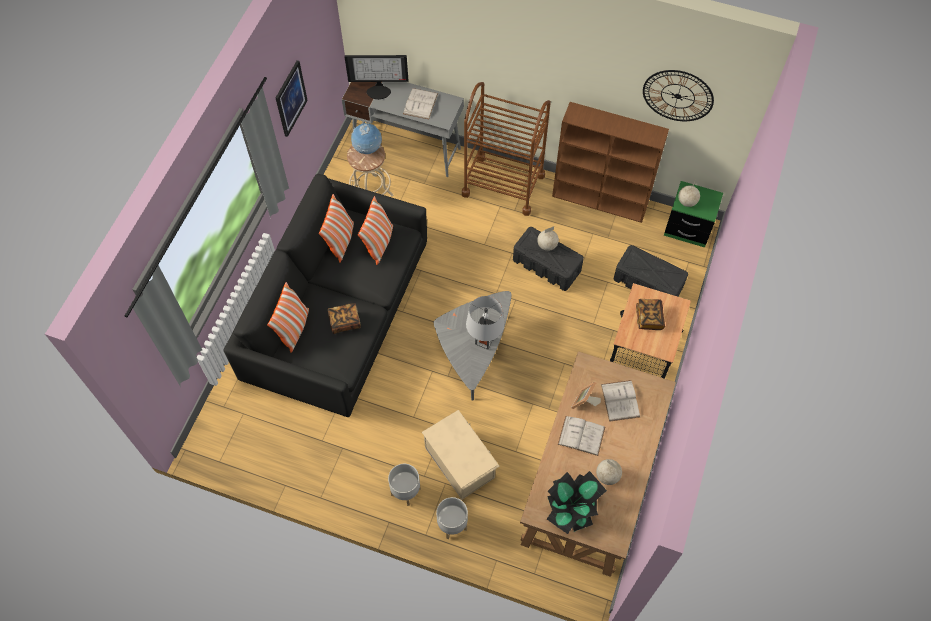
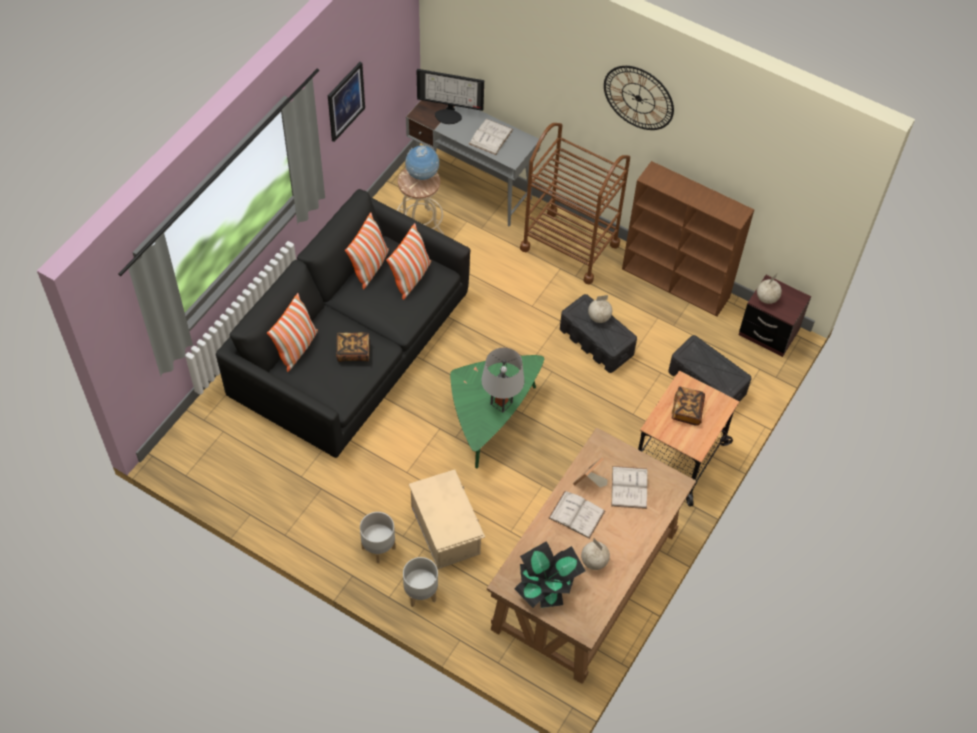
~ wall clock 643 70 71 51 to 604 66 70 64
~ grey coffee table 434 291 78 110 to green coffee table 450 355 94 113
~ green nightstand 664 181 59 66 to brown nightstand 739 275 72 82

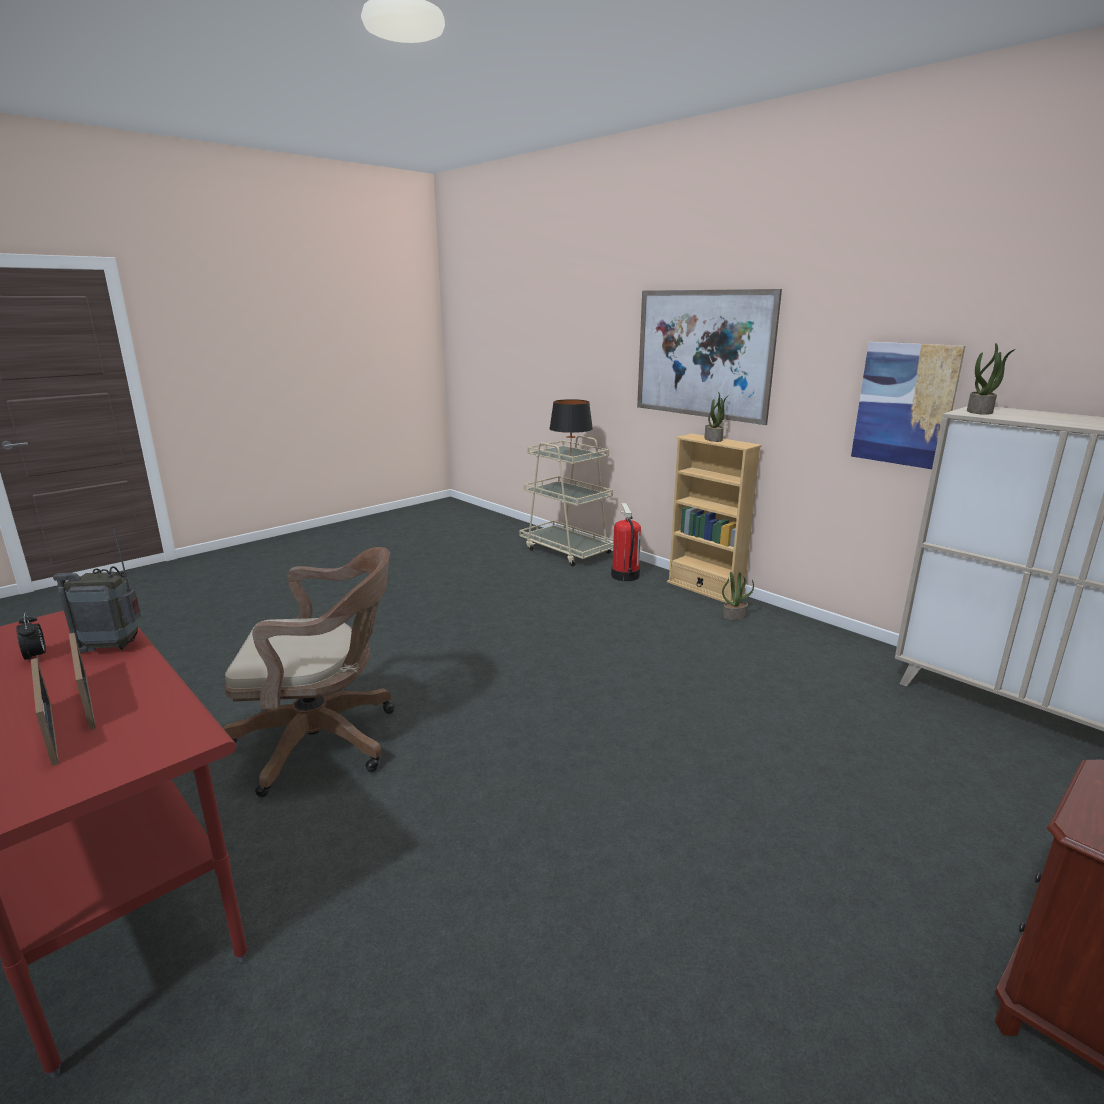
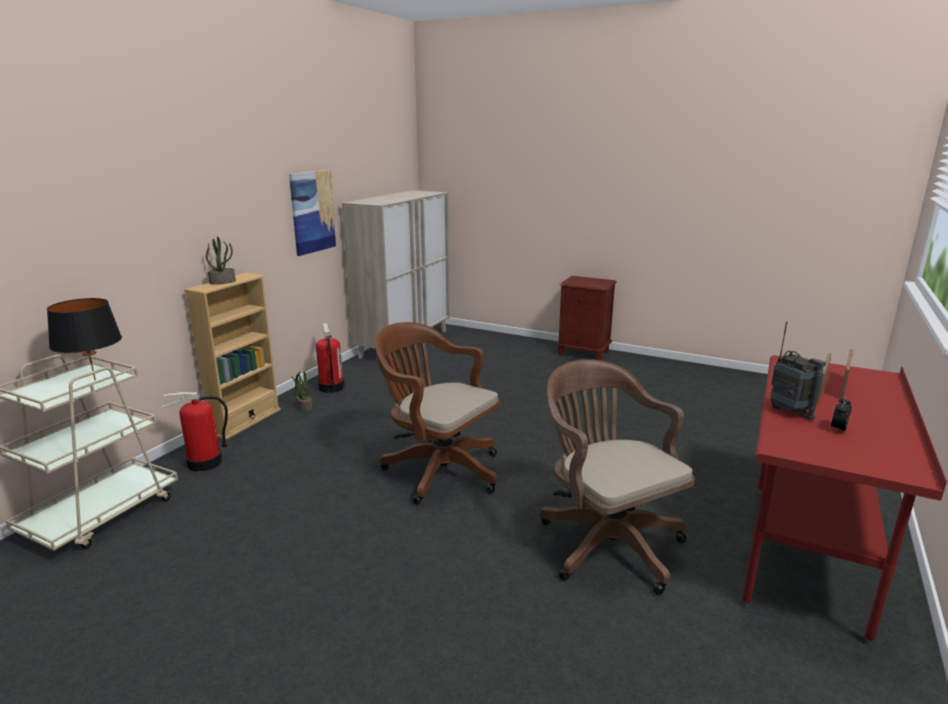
- picture 637 289 145 136
- potted plant 967 343 48 72
+ fire extinguisher 316 323 29 70
+ brown office chair 375 322 125 182

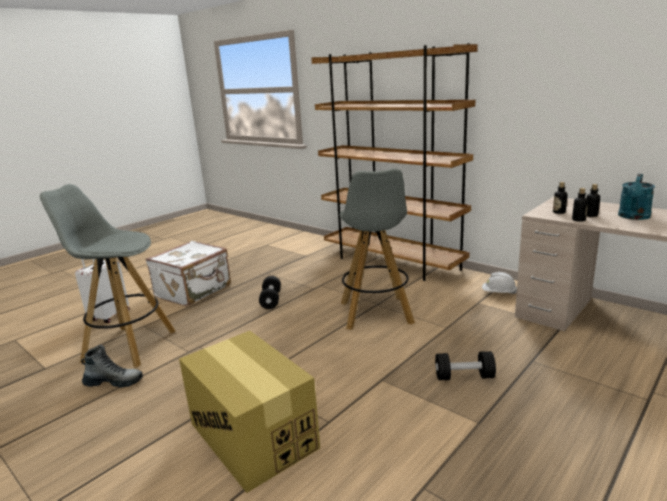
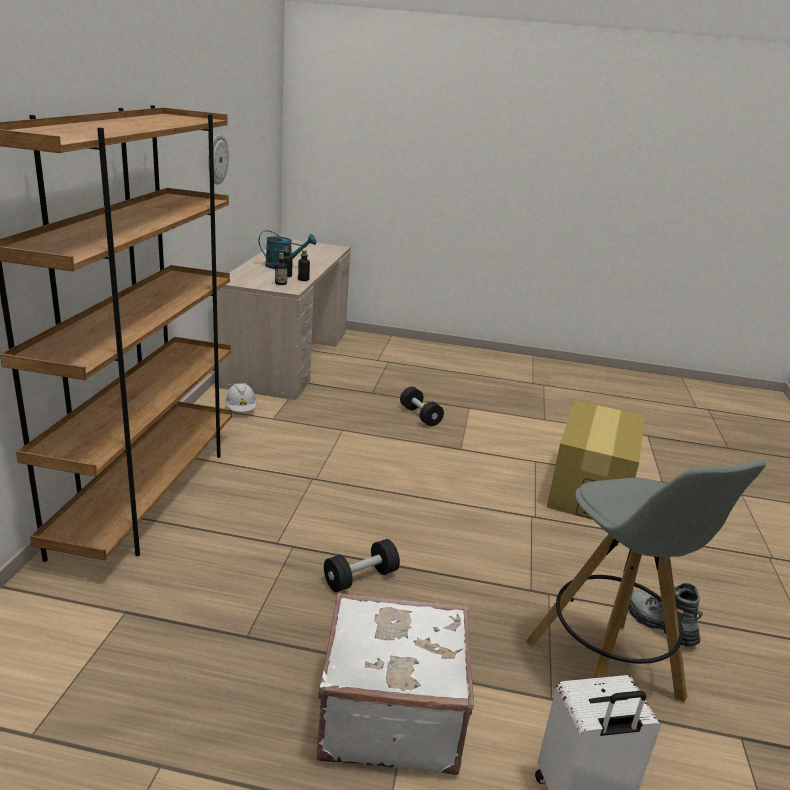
- grey stool 339 169 76 161
+ wall clock 208 134 21 51

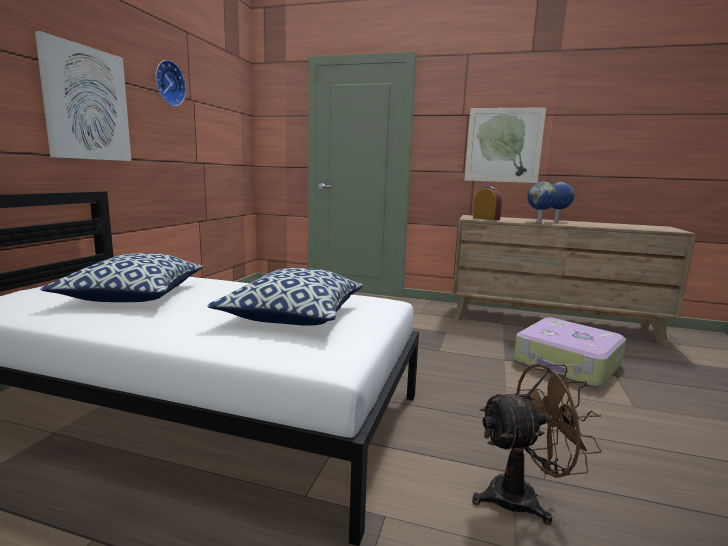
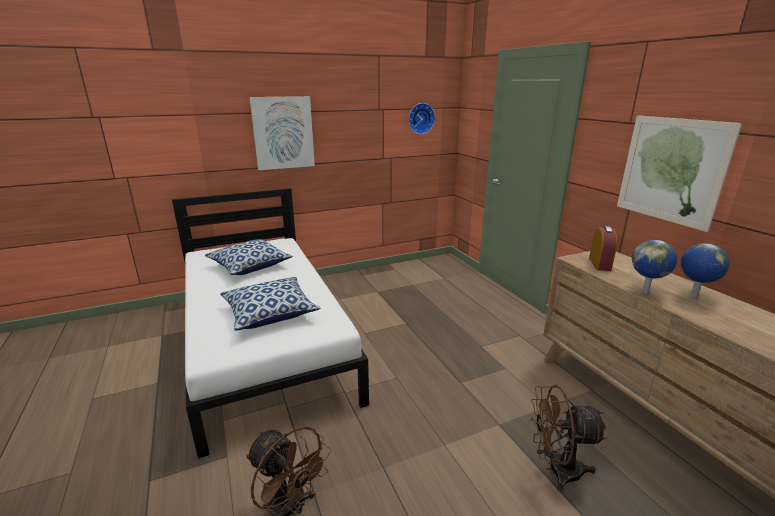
~ wall clock 155 60 31 47 to 409 103 26 32
~ suitcase 514 317 112 70 to brown fan 530 385 77 107

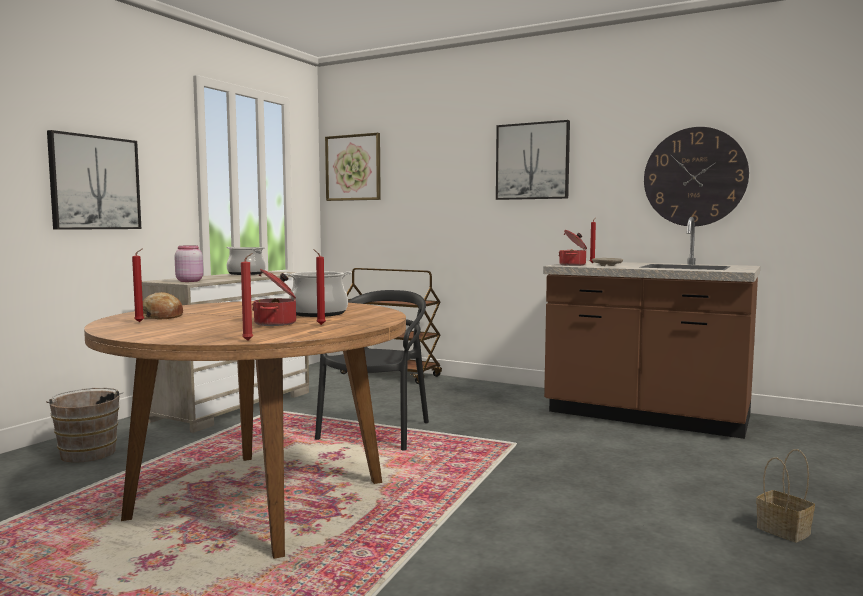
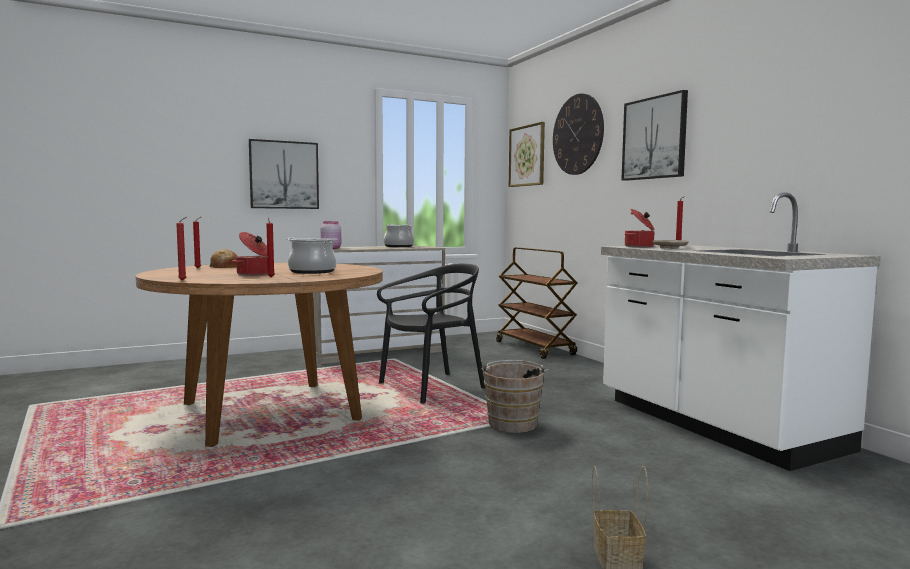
~ brown bucket 46 388 78 75 to 481 360 67 73
~ wall clock 644 127 105 99 to 553 93 51 82
~ brown counter 543 217 217 222 to white counter 601 193 280 278

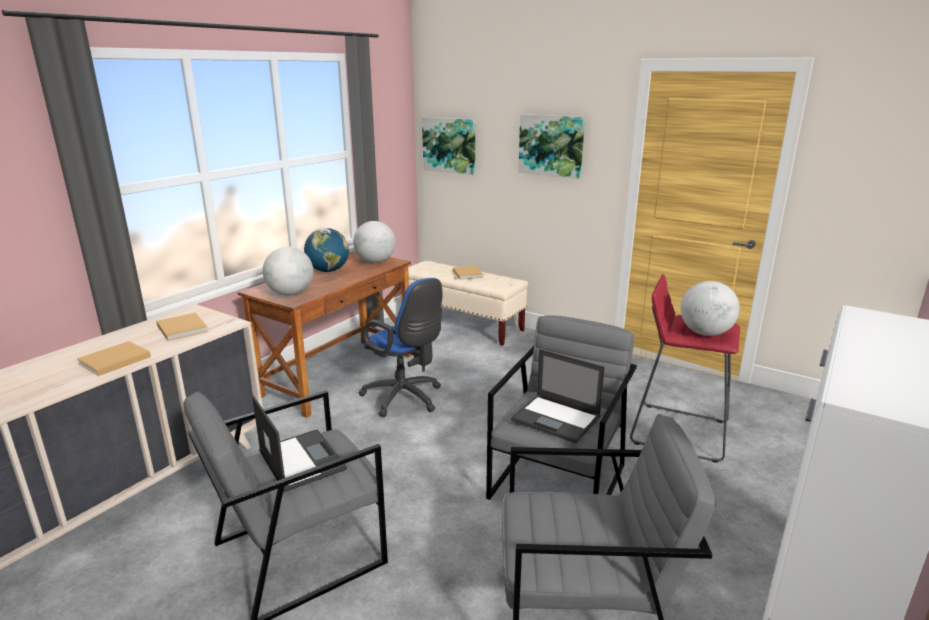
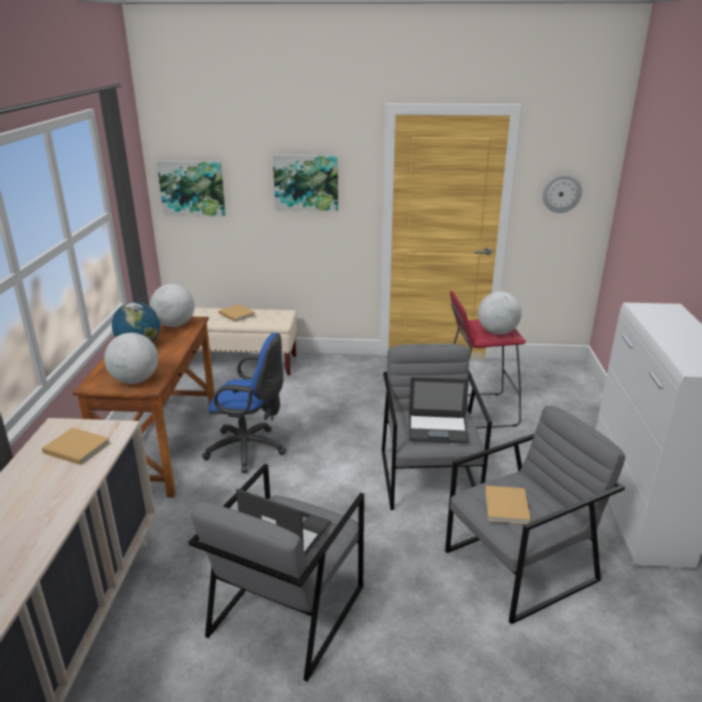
+ wall clock 543 175 39 38
~ beige book 77 341 74 35 to 485 486 46 38

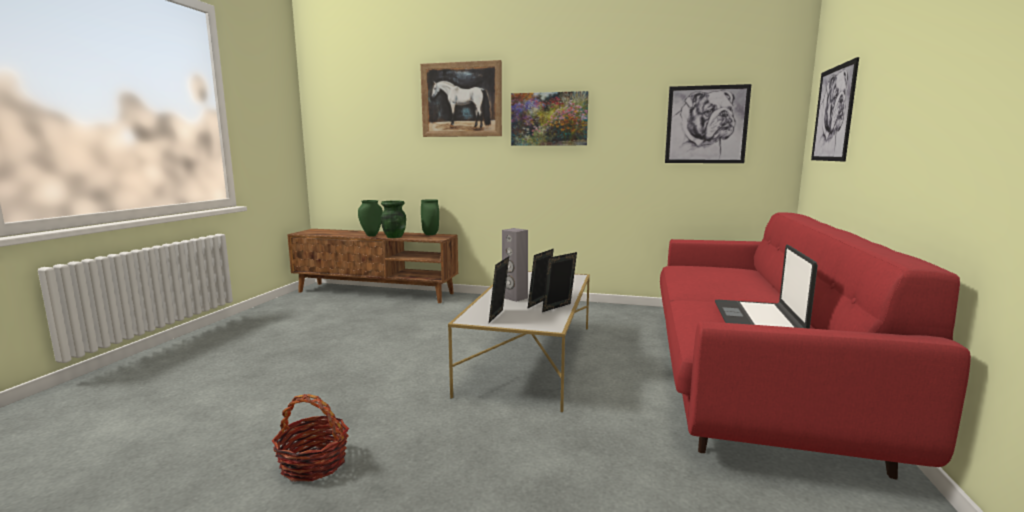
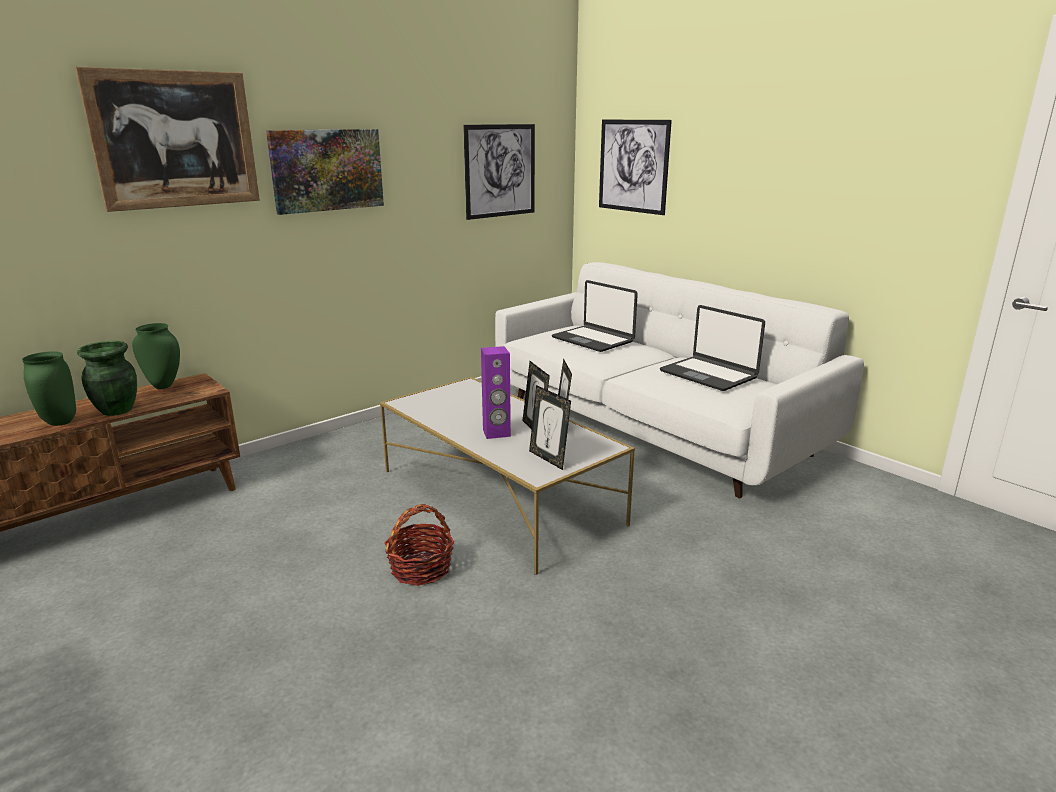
+ laptop 552 280 86 72
~ basket 272 394 77 88 to 384 504 70 82
~ grey speaker 502 228 26 74 to purple speaker 481 346 30 93
~ red sofa 660 212 311 267 to white sofa 495 262 369 236

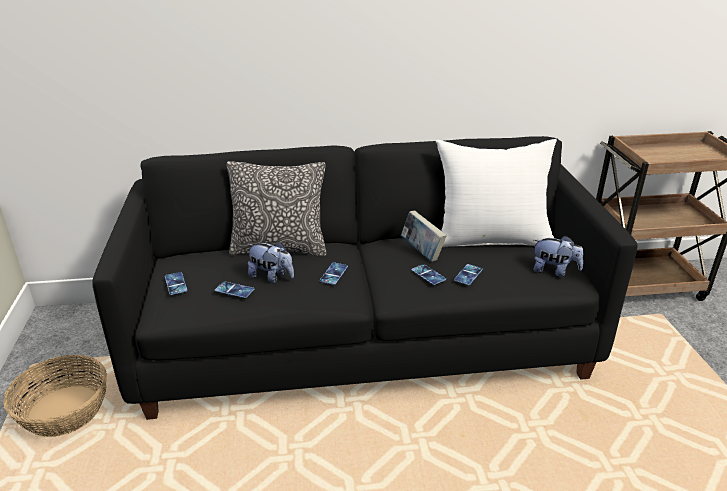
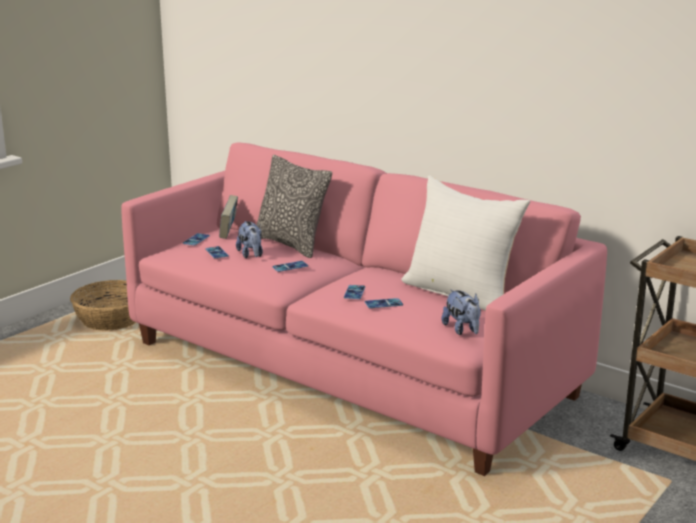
~ book 401 211 46 51 to 219 195 19 44
~ black sofa 93 136 545 284 to pink sofa 121 142 486 334

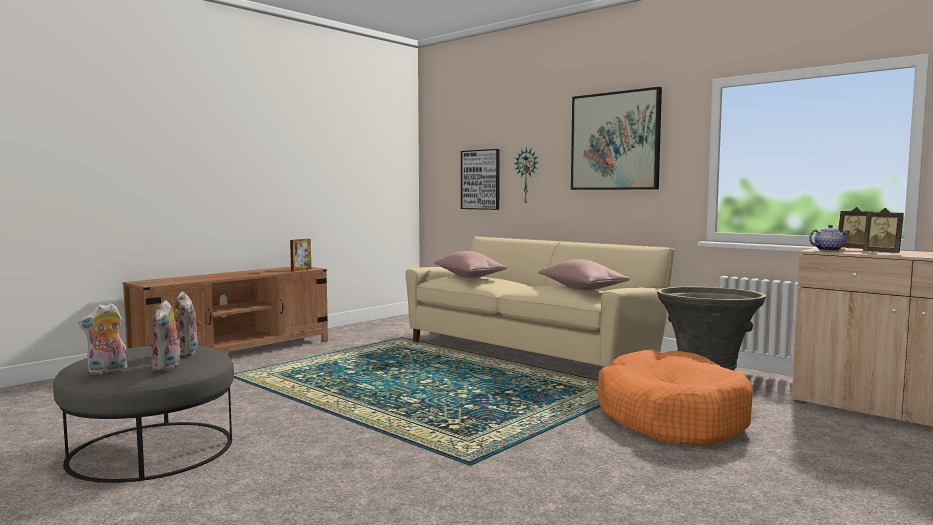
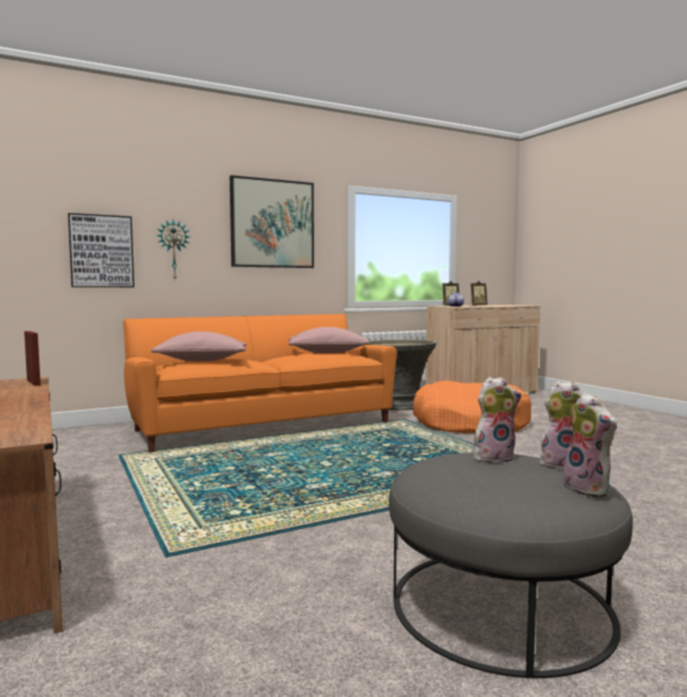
~ beige sofa 405 236 270 131 to orange sofa 123 314 274 139

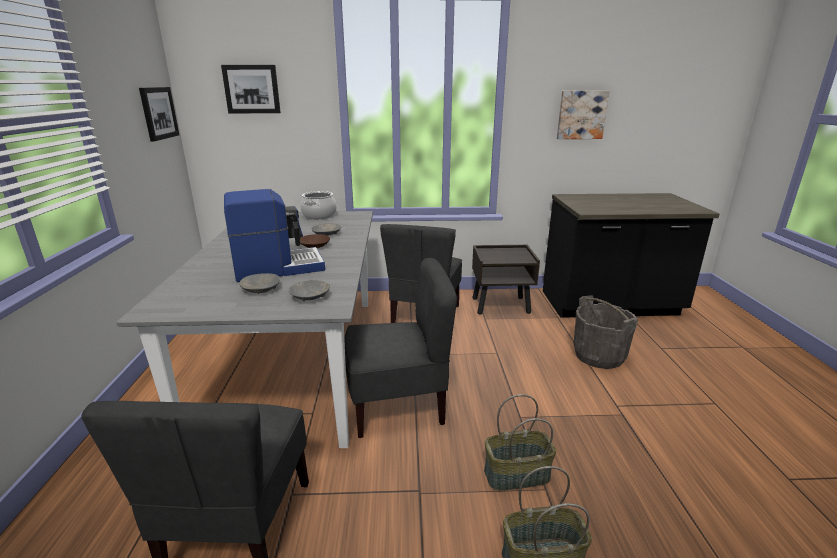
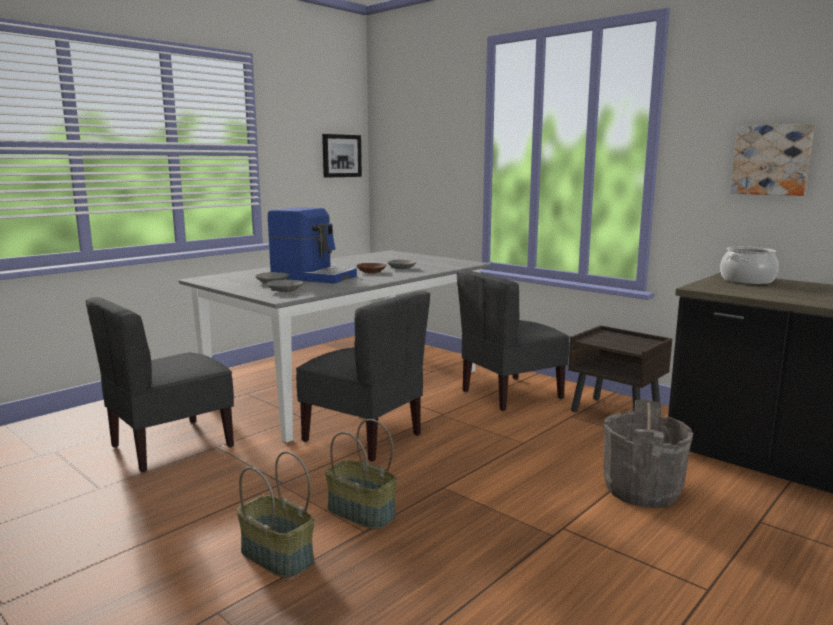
- picture 221 65 60 48
~ cooking pot 300 191 37 28 to 720 247 59 37

